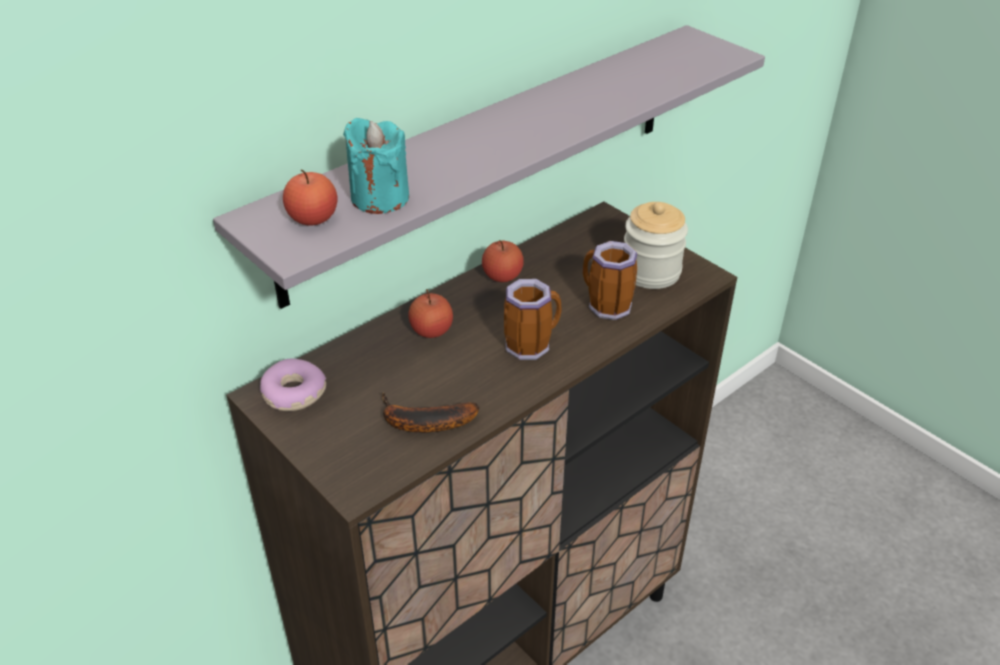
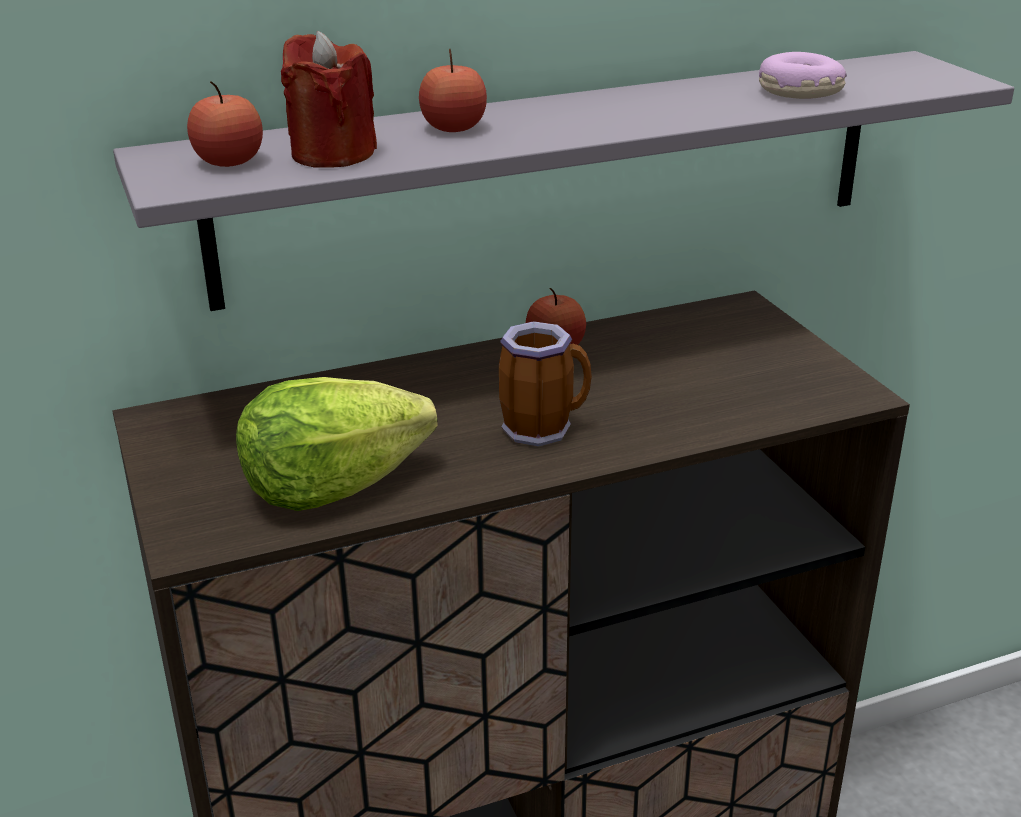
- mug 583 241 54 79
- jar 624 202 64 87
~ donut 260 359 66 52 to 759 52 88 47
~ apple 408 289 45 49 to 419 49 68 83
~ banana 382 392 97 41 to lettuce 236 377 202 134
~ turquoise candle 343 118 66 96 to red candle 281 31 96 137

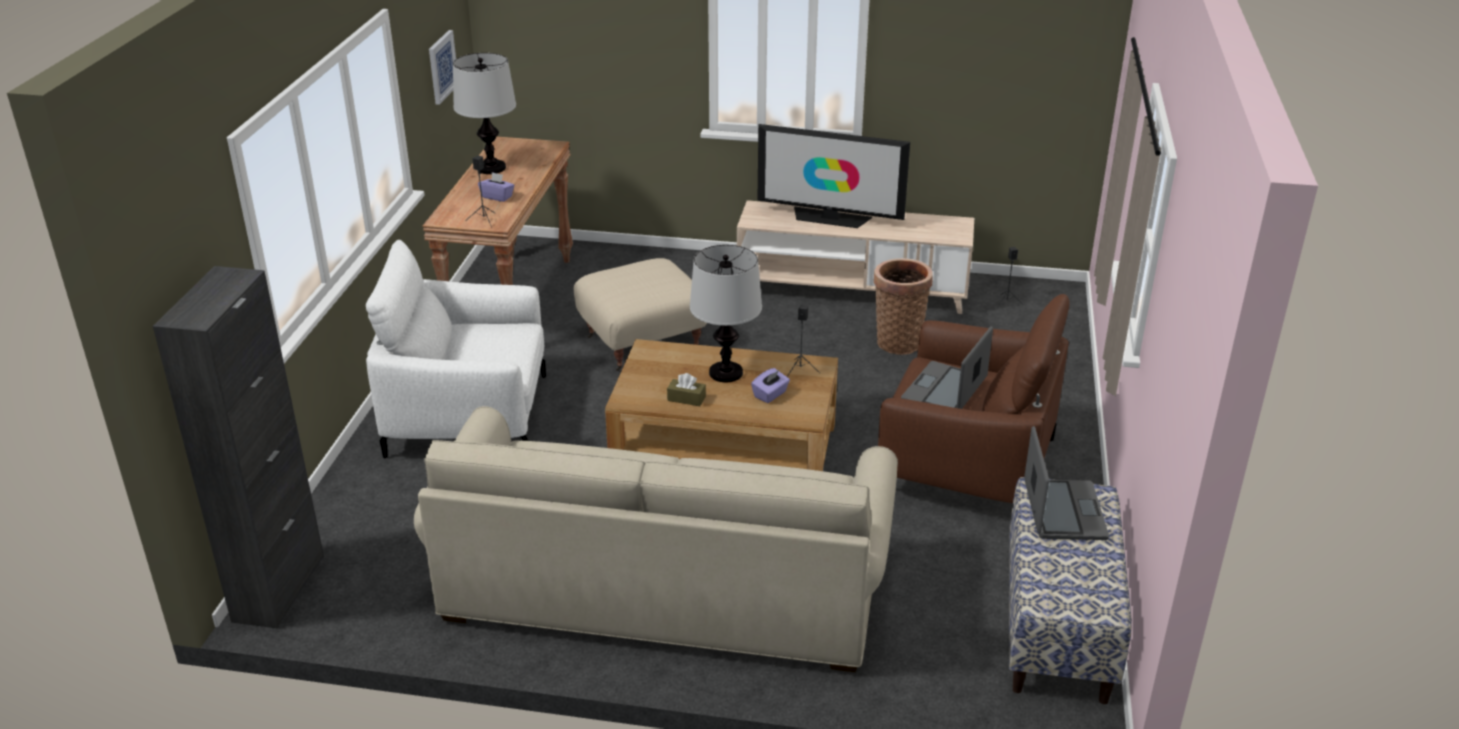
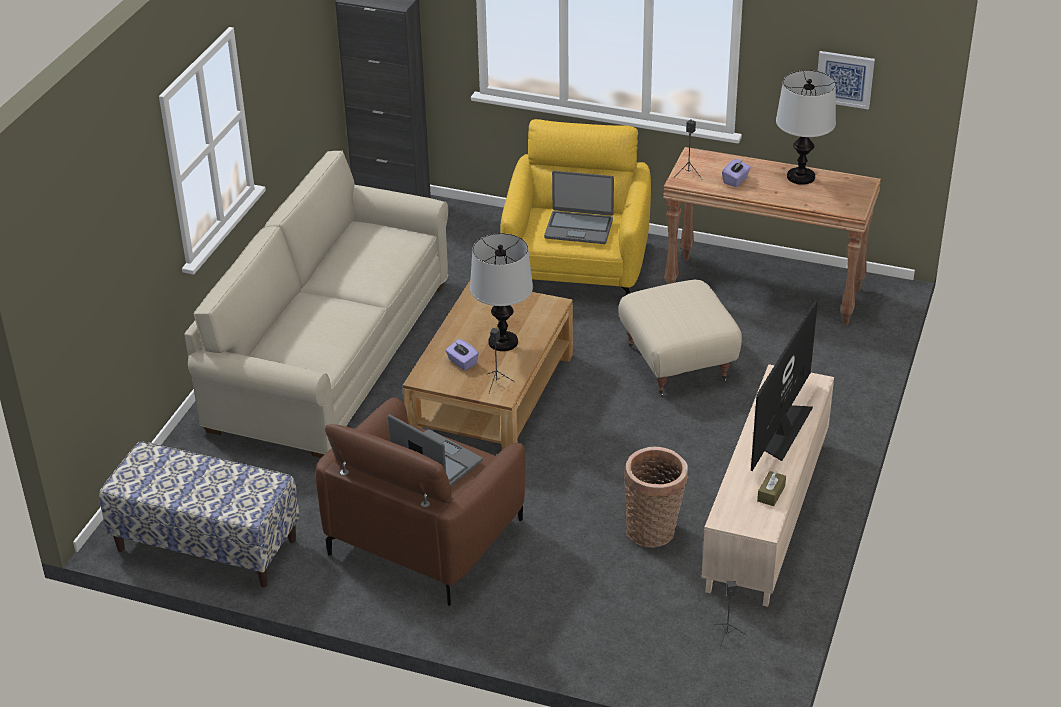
~ brown tissue box 667 373 39 33 to 757 471 29 35
~ laptop 1024 426 85 114 to 544 171 70 73
~ white armchair 366 240 180 219 to yellow armchair 500 119 151 176

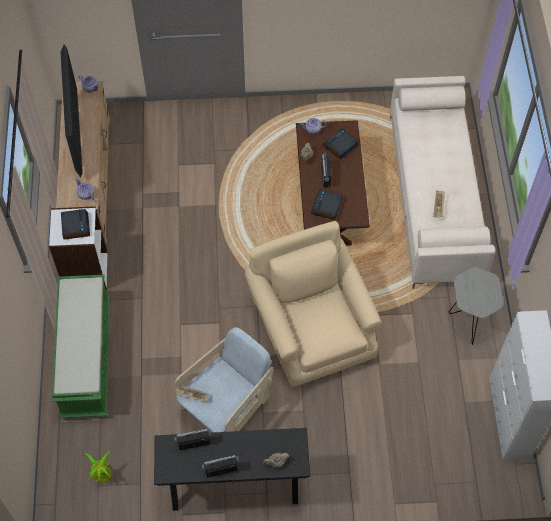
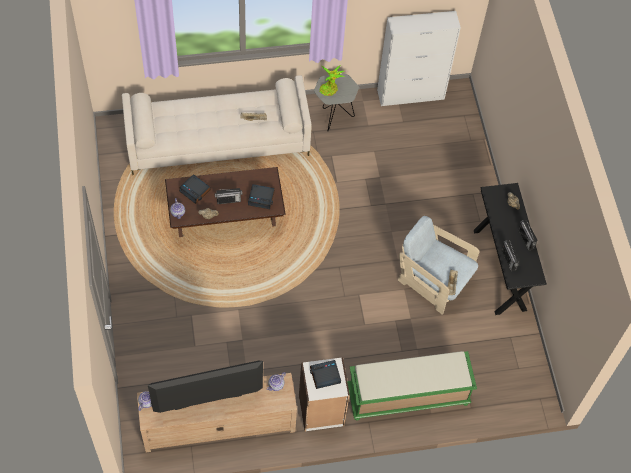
- beige armchair 245 221 136 166
~ potted plant 85 451 28 32 to 319 65 25 31

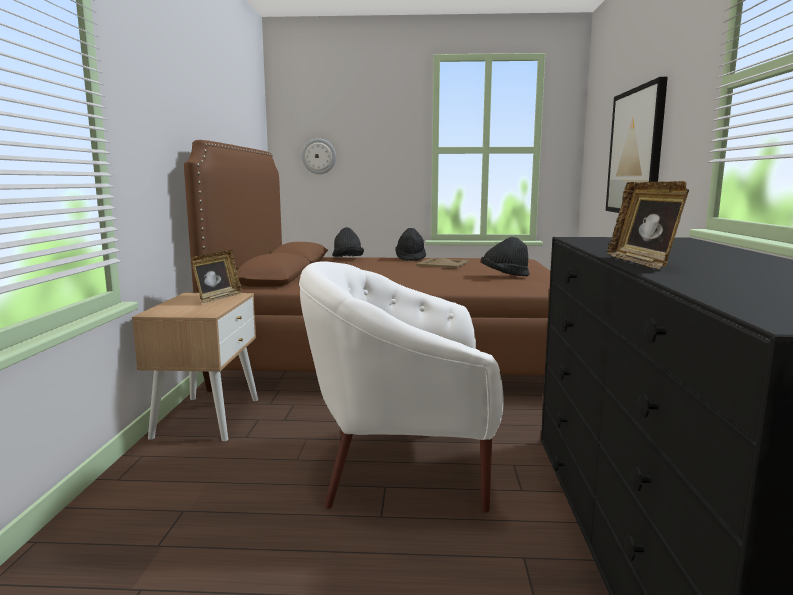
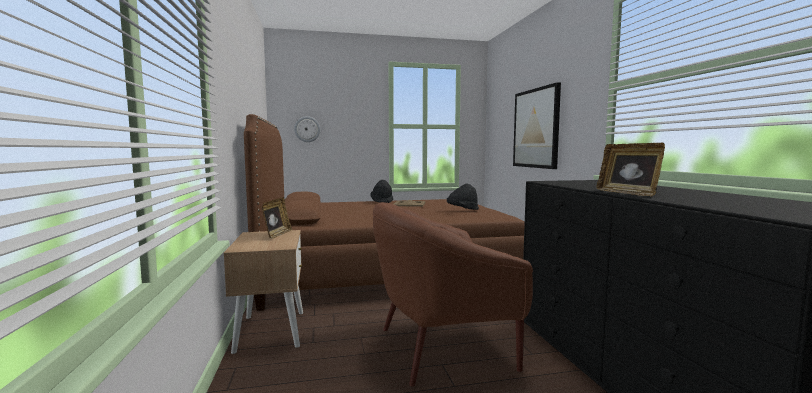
- black hat 332 227 32 30
~ white armchair 299 261 205 251 to brown armchair 372 202 161 185

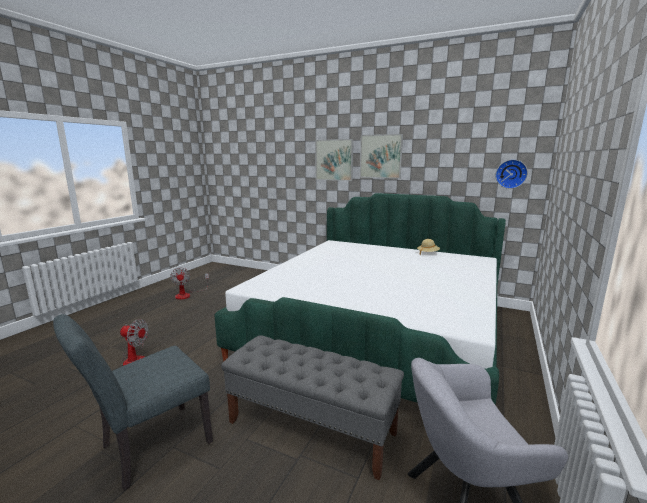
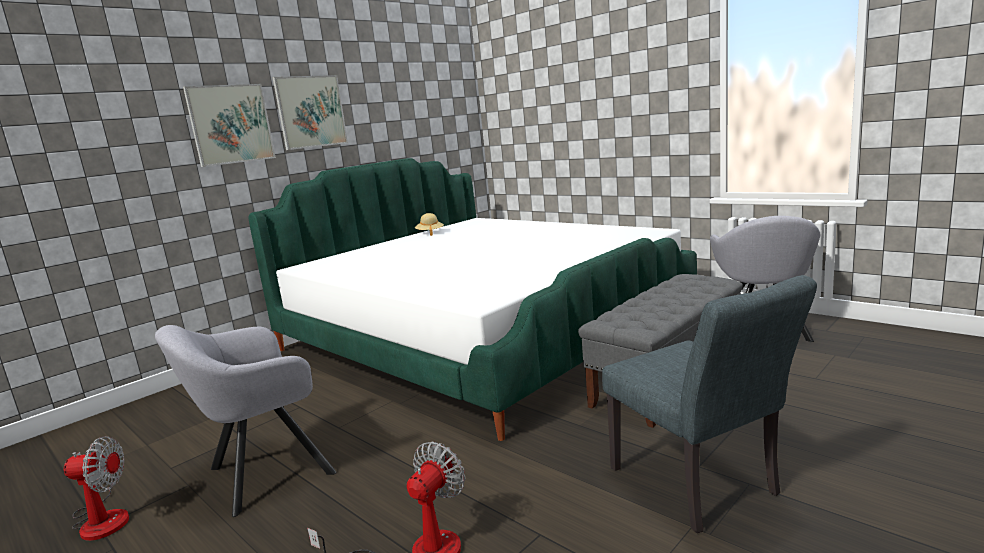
- wall clock 495 160 33 29
+ grey armchair 155 325 182 192

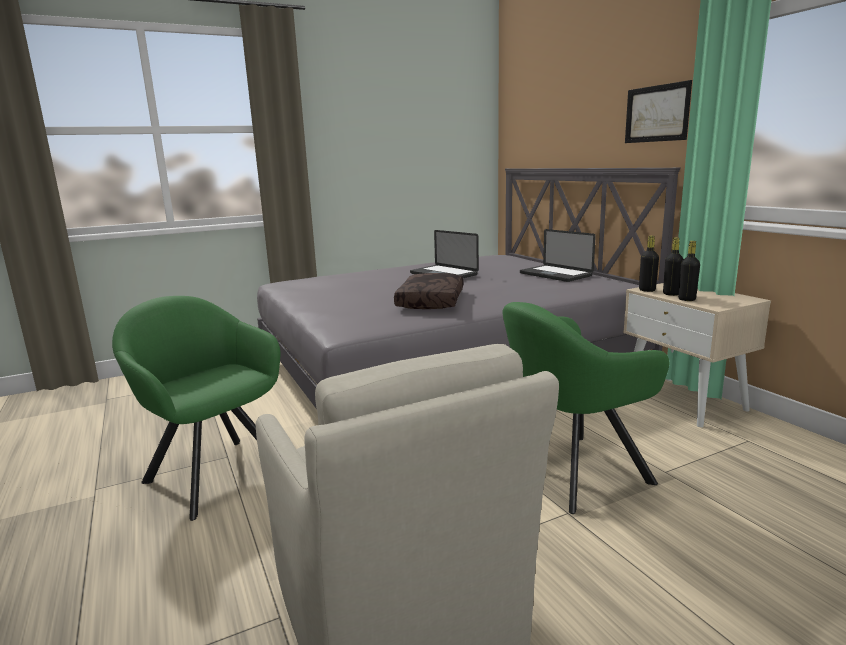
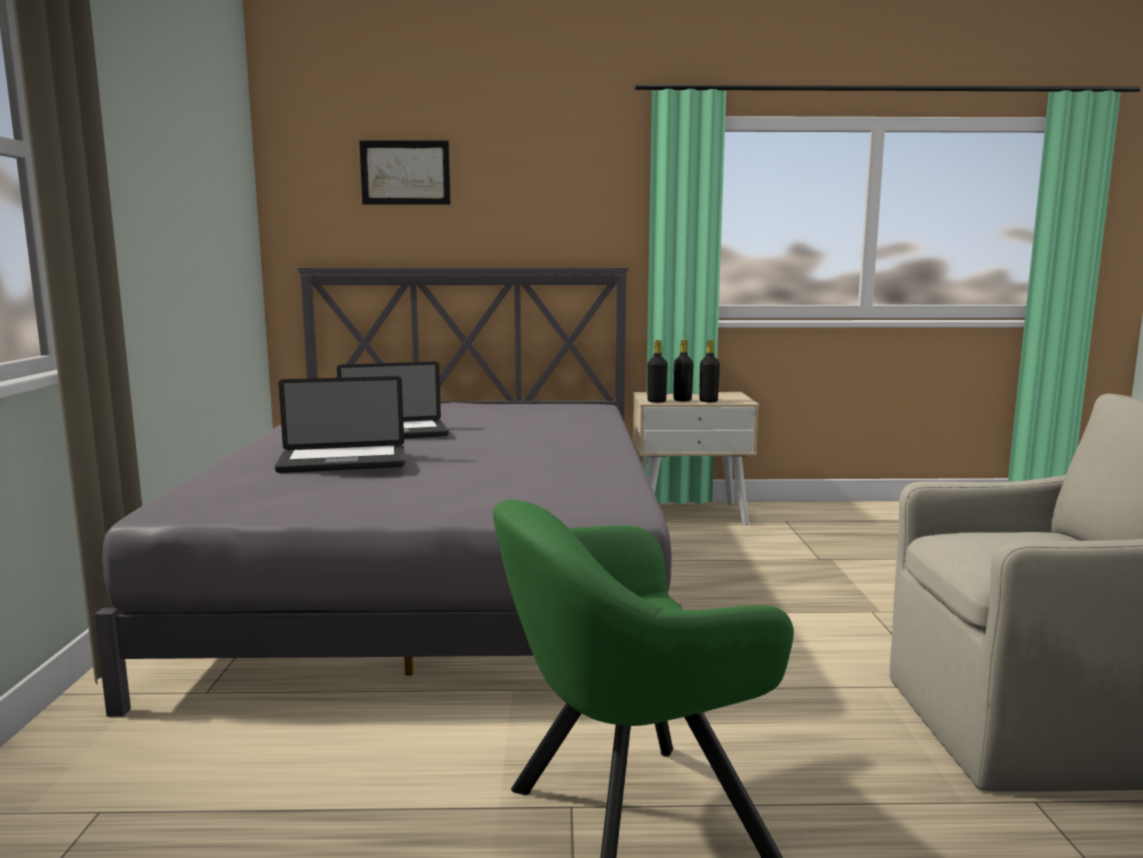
- brown pillow 394 273 70 36
- green armchair 503 302 166 212
~ laptop 520 229 76 53 to 275 376 130 97
~ picture 625 80 67 63 to 359 140 92 65

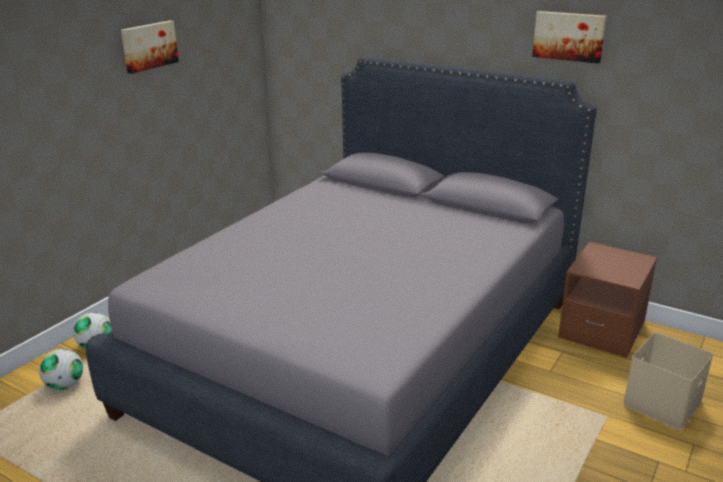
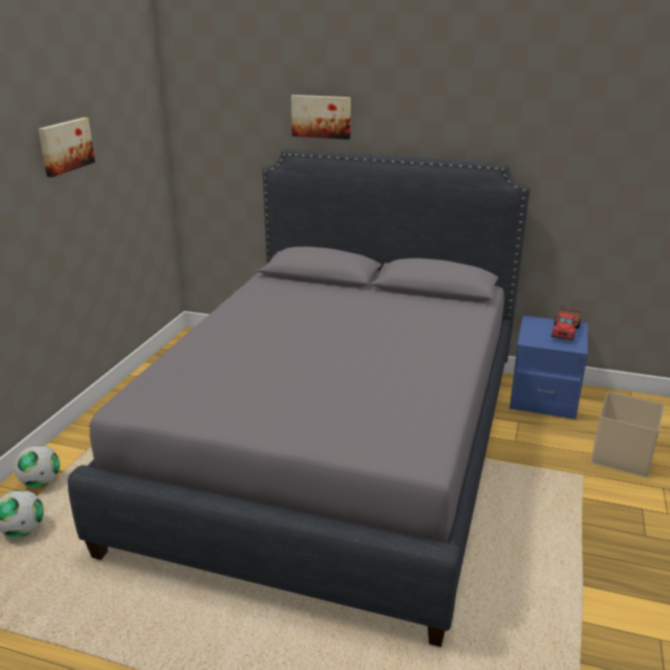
+ toy truck 551 307 30 34
~ picture 532 11 75 53 to 291 95 60 45
~ brown nightstand 558 242 99 116 to blue nightstand 509 316 79 103

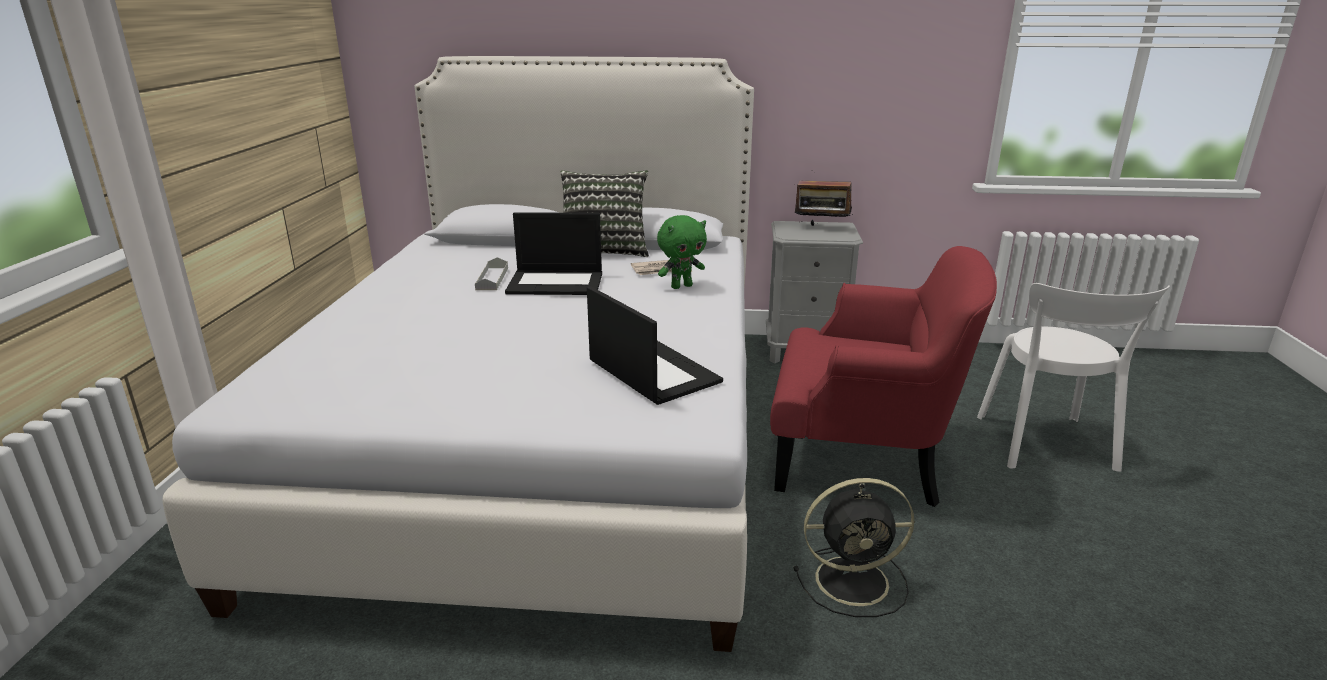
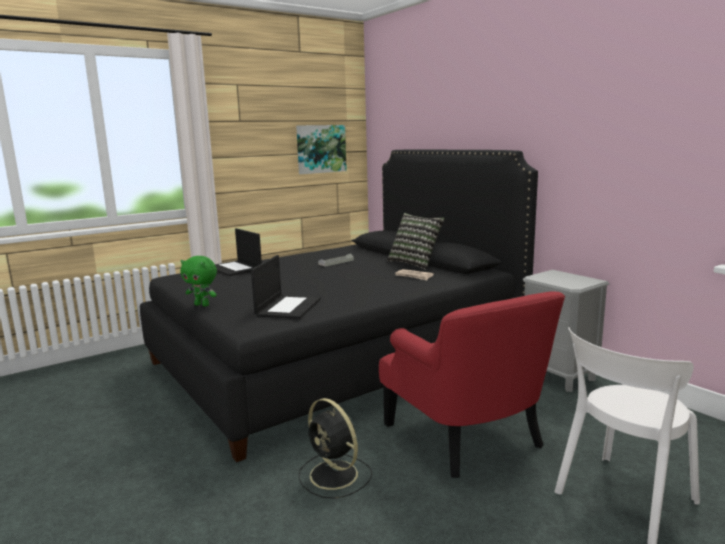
- radio 795 170 58 56
+ picture 296 125 51 49
~ laptop 505 212 97 83 to 215 228 47 48
~ green plush toy 657 215 50 74 to 180 256 37 51
~ white bed 163 56 591 596 to black bed 140 150 398 312

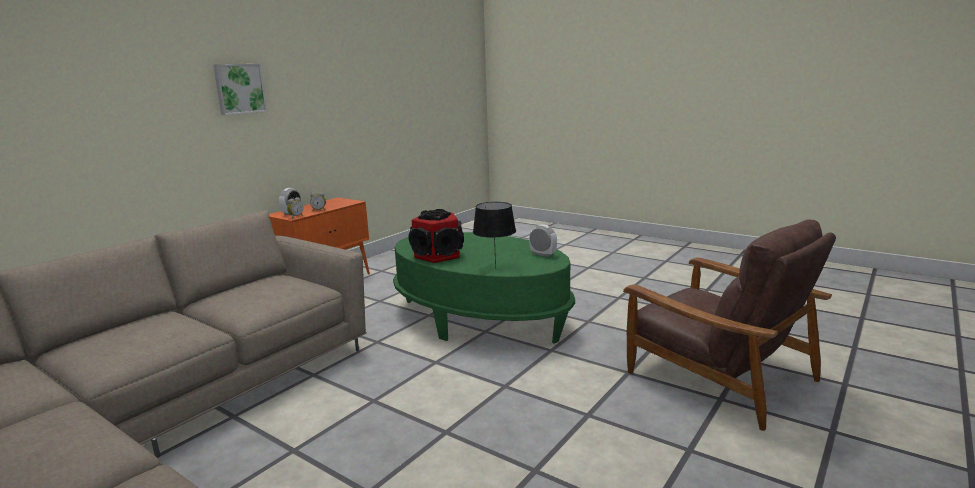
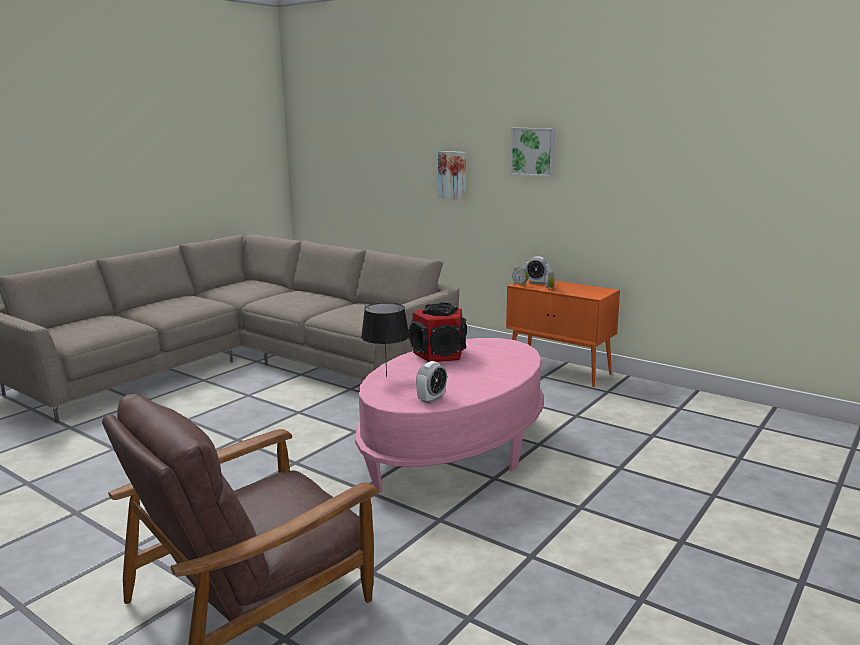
+ picture 438 151 28 49
~ green coffee table 393 232 182 112 to pink coffee table 355 338 189 155

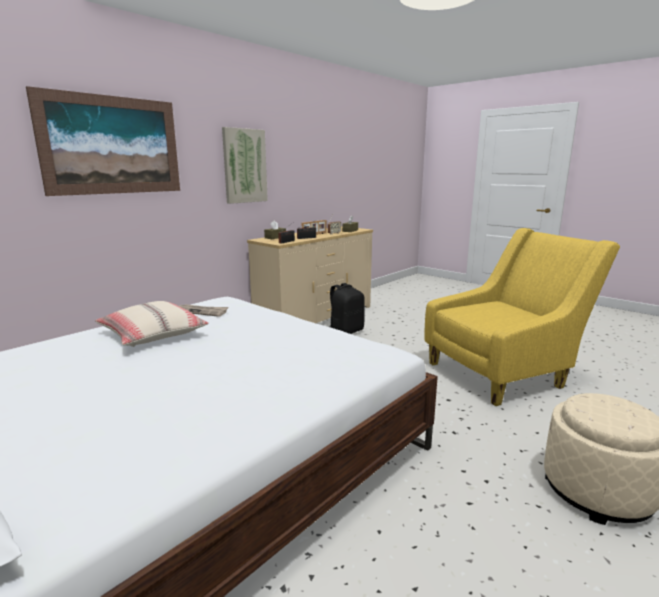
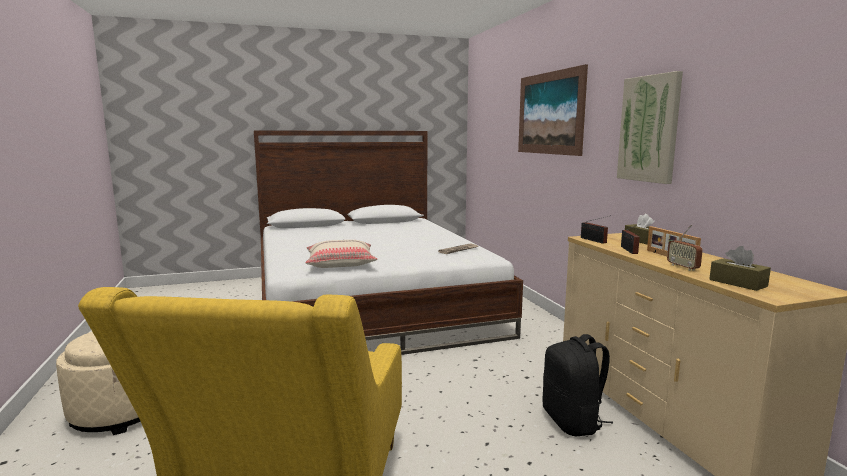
~ beige pillow 95 301 113 46 to 305 240 73 28

